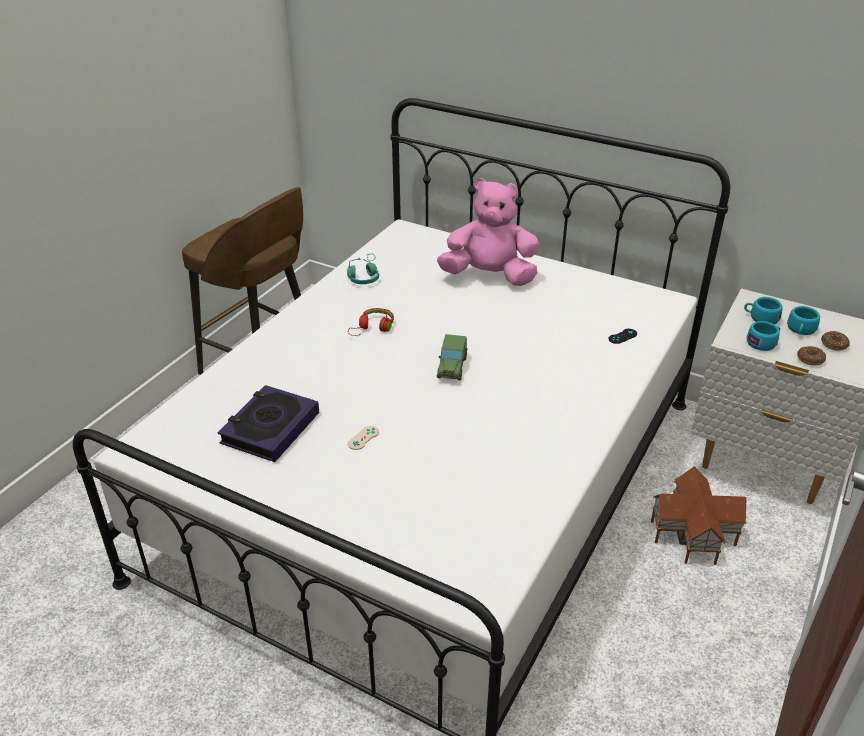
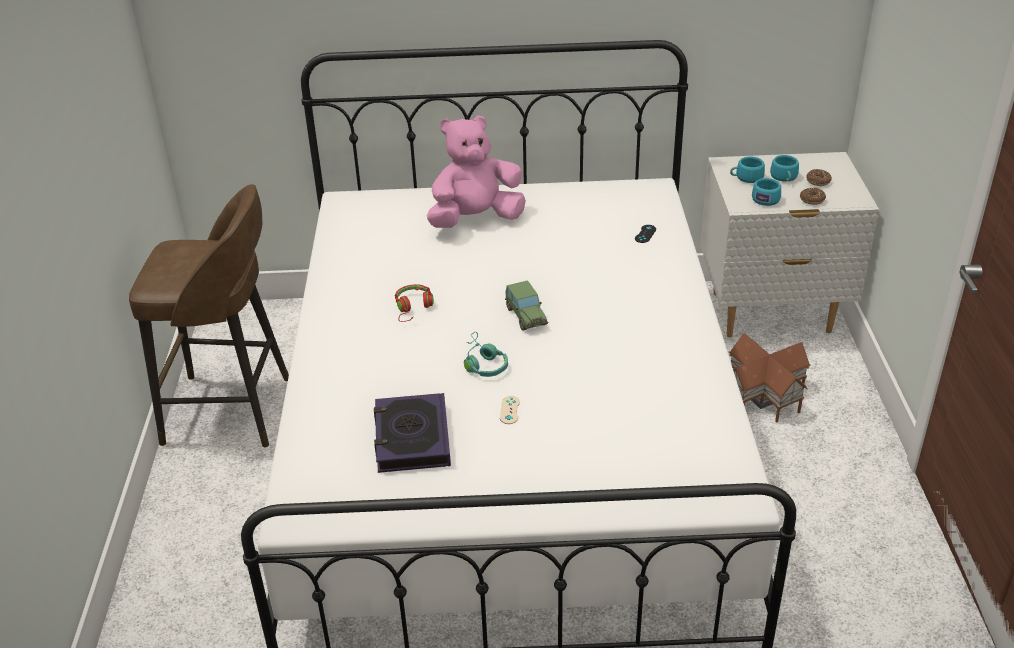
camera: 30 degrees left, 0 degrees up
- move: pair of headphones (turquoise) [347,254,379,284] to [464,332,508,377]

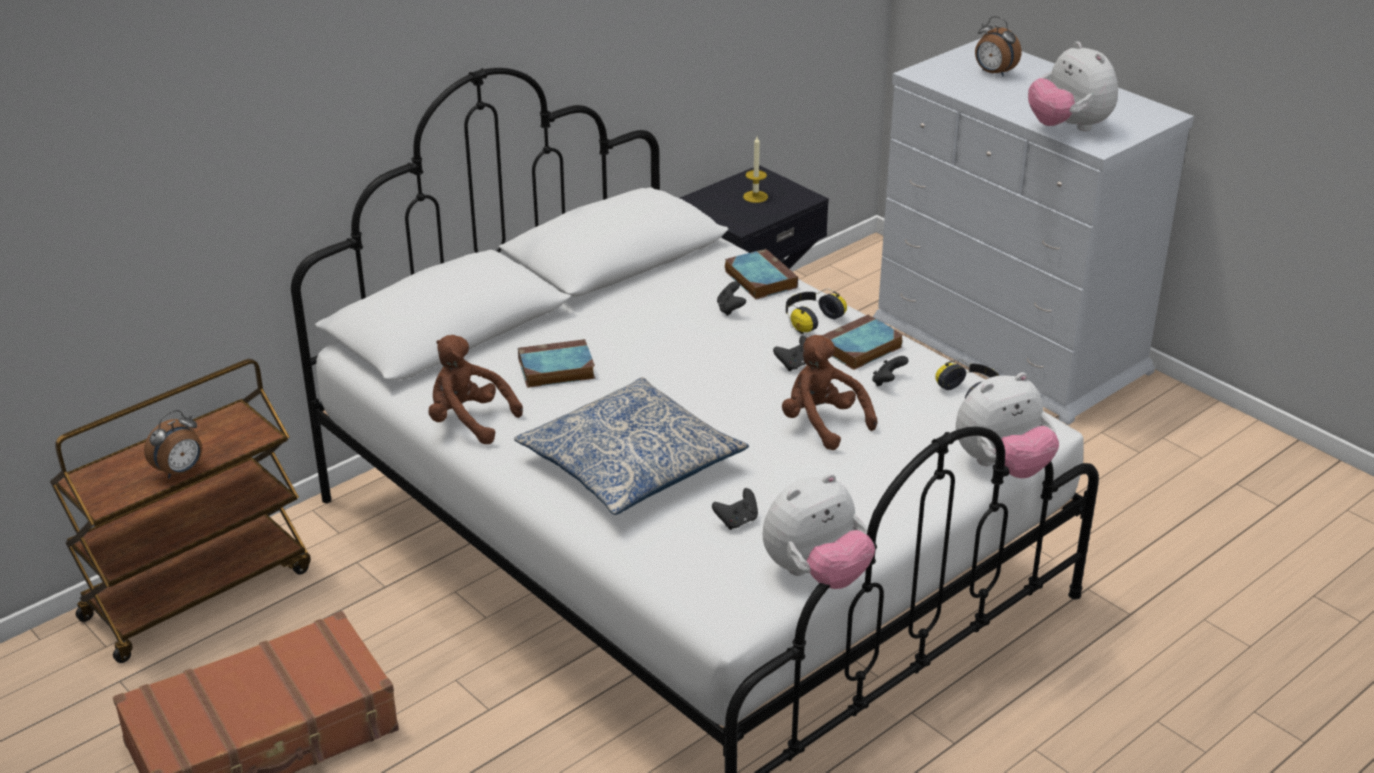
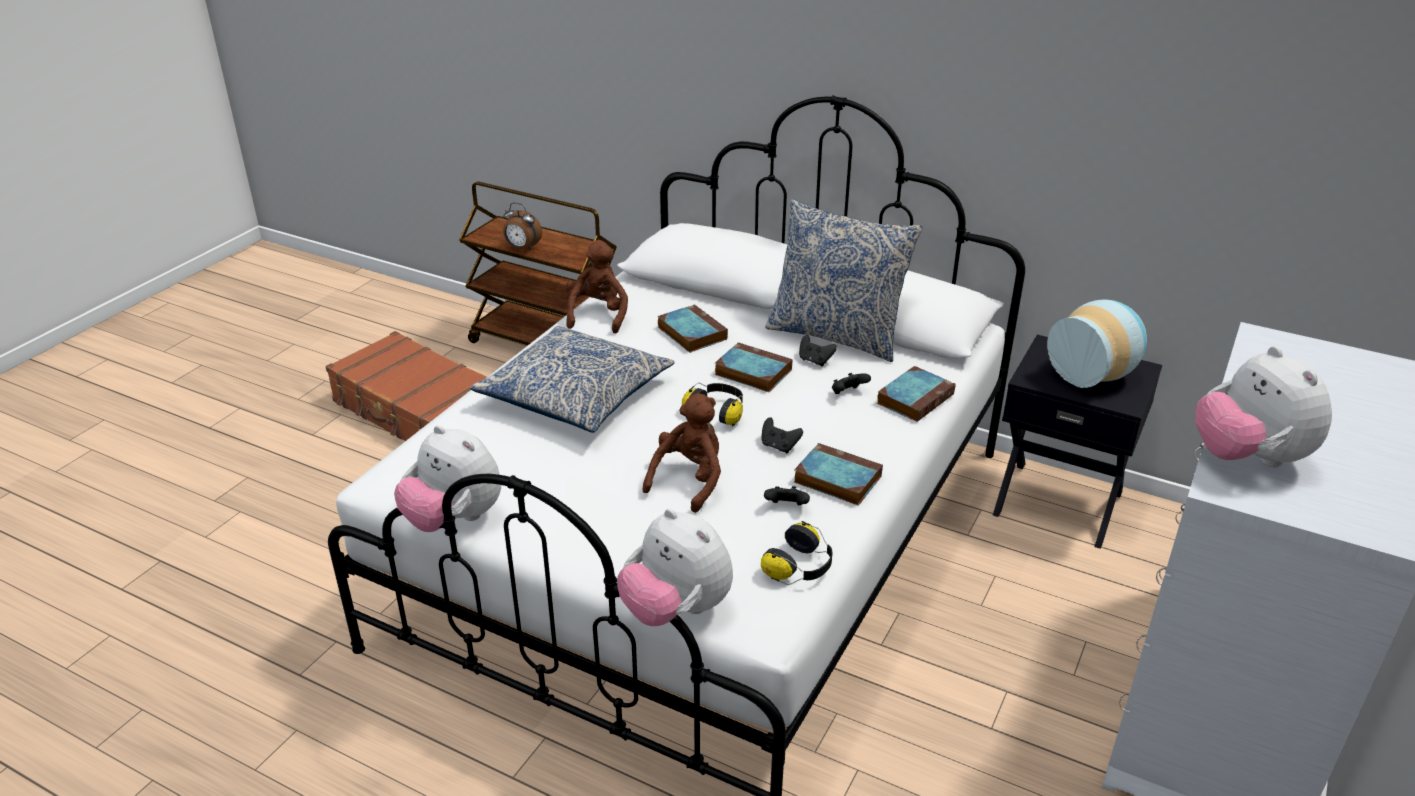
camera: 70 degrees right, 0 degrees up
- move: game controller (black-coloured) [712,488,758,530] to [799,335,837,366]
- replace: wax candle [743,137,768,203] to decorative vase [1047,300,1147,388]
- move: pair of headphones [786,288,847,334] to [682,382,743,426]
- delete: table clock [975,16,1021,77]
- rotate: cuddly toy [1028,41,1118,131] = [1195,346,1332,467] 60 degrees counterclockwise
- insert: bound book [714,343,792,392]
- insert: cushion [765,199,923,362]

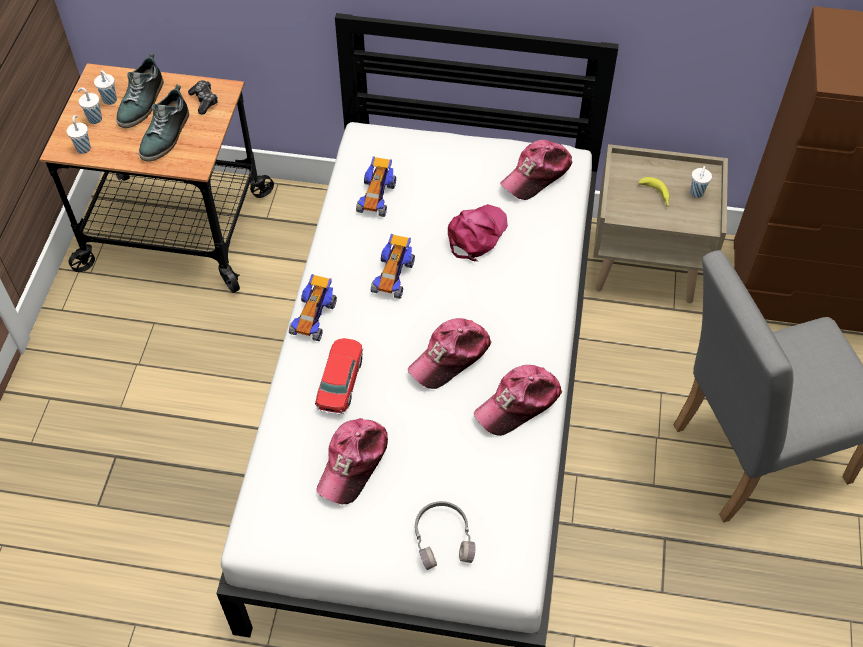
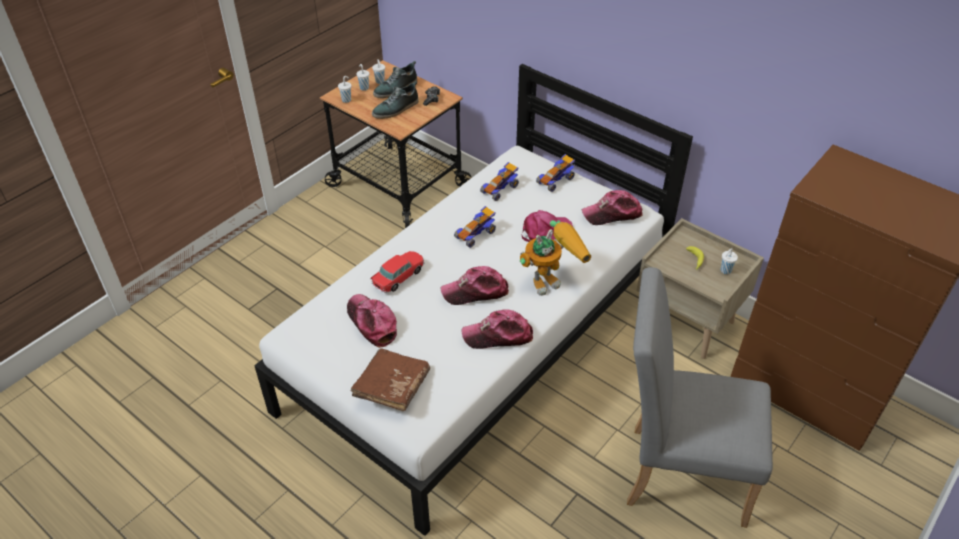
camera: 30 degrees right, 10 degrees down
- move: miniature car [289,274,337,341] to [536,154,575,192]
- rotate: cap [317,418,388,505] = [347,294,397,348] 90 degrees clockwise
- replace: pair of headphones (greyish) [415,501,475,570] to bound book (brown-coloured) [351,348,430,411]
- insert: toy robot [520,220,591,296]

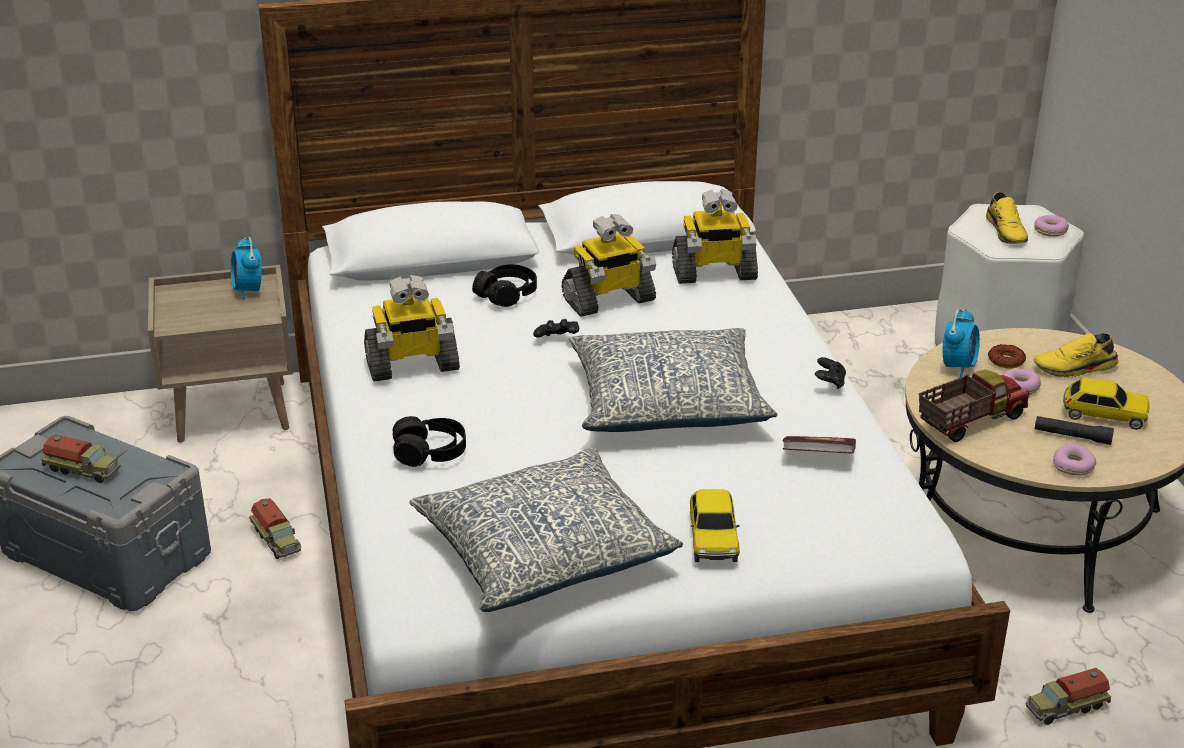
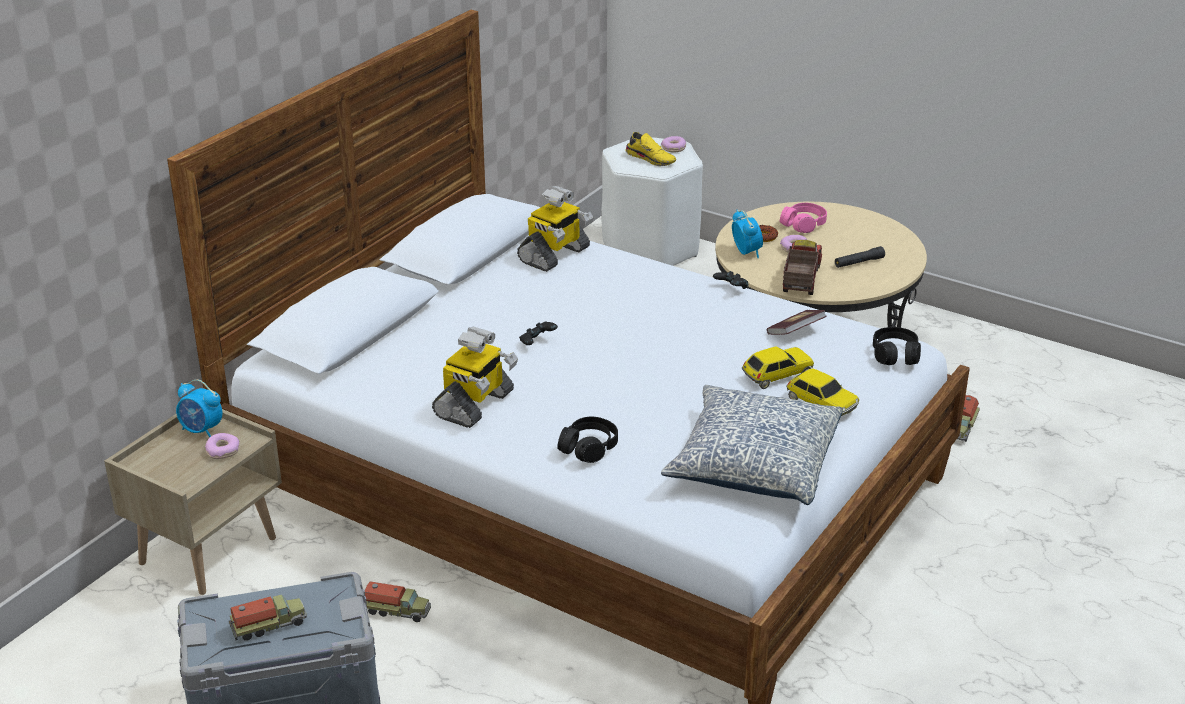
camera: 45 degrees left, 0 degrees up
- move: pair of headphones (black-coloured) [472,264,537,307] to [873,327,921,365]
- delete: toy robot [562,214,656,317]
- delete: cushion [569,328,777,432]
- replace: item of footwear (yellow-coloured) [1034,333,1119,378] to pair of headphones (pink) [780,203,827,233]
- move: doughnut [1053,444,1096,476] to [205,433,240,459]
- move: miniature car [1063,378,1150,430] to [742,346,814,389]

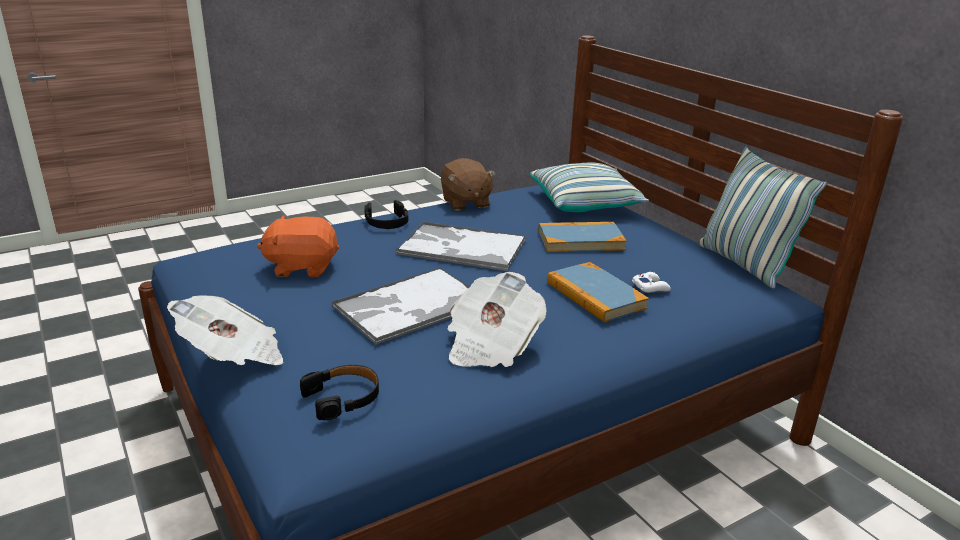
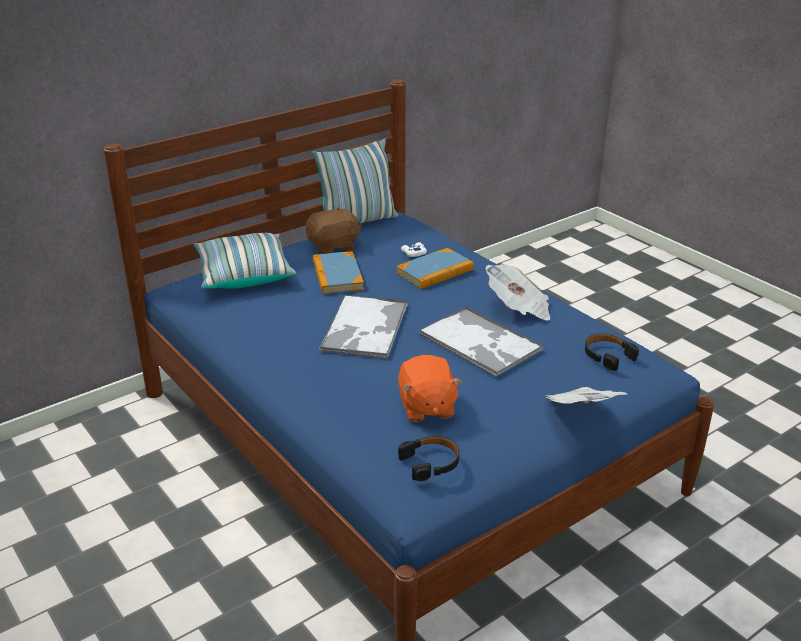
camera: 95 degrees left, 5 degrees up
- move: pair of headphones (black-coloured) [364,200,408,229] to [398,436,459,481]
- move: cuddly toy (brown-coloured) [441,158,496,211] to [305,206,362,254]

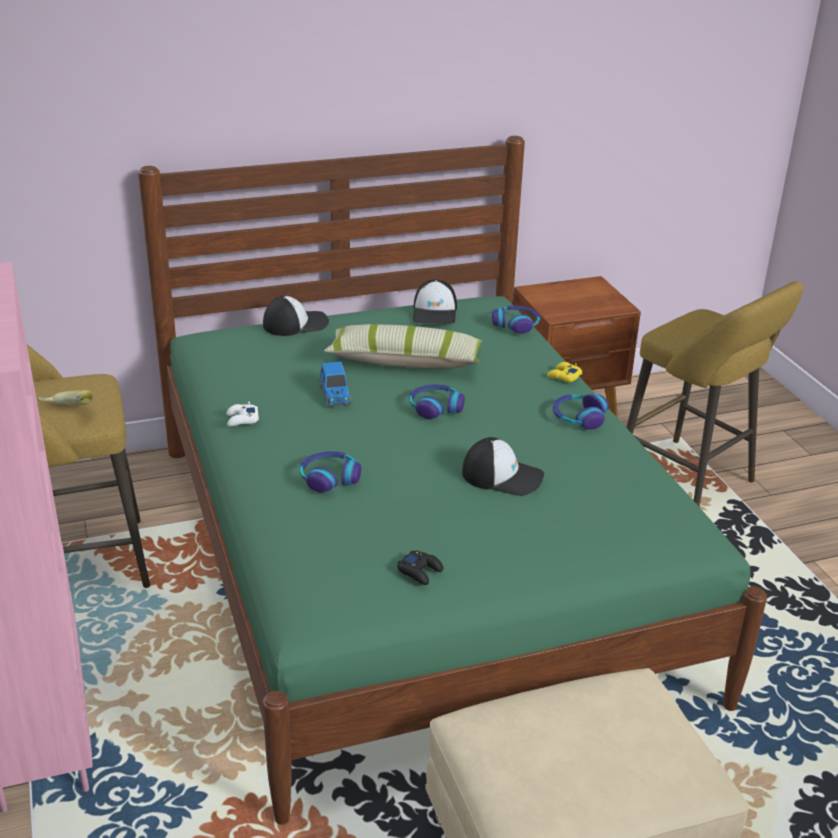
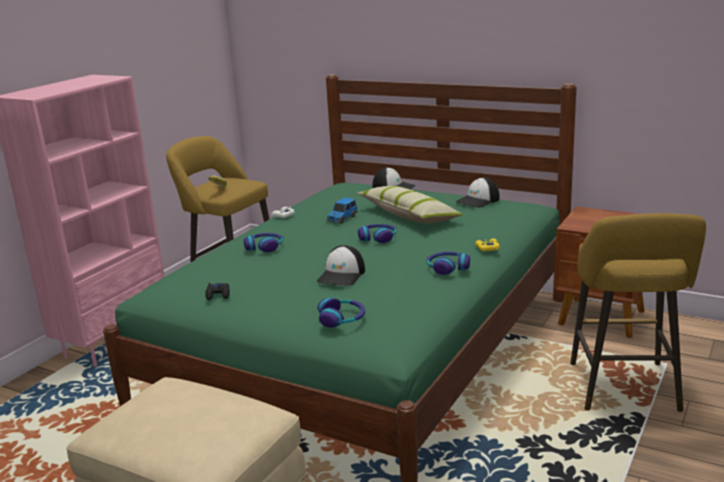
camera: 50 degrees right, 10 degrees down
- rotate: cap [462,437,544,496] = [317,245,365,286] 45 degrees clockwise
- move: pair of headphones [492,305,541,334] to [317,298,365,328]

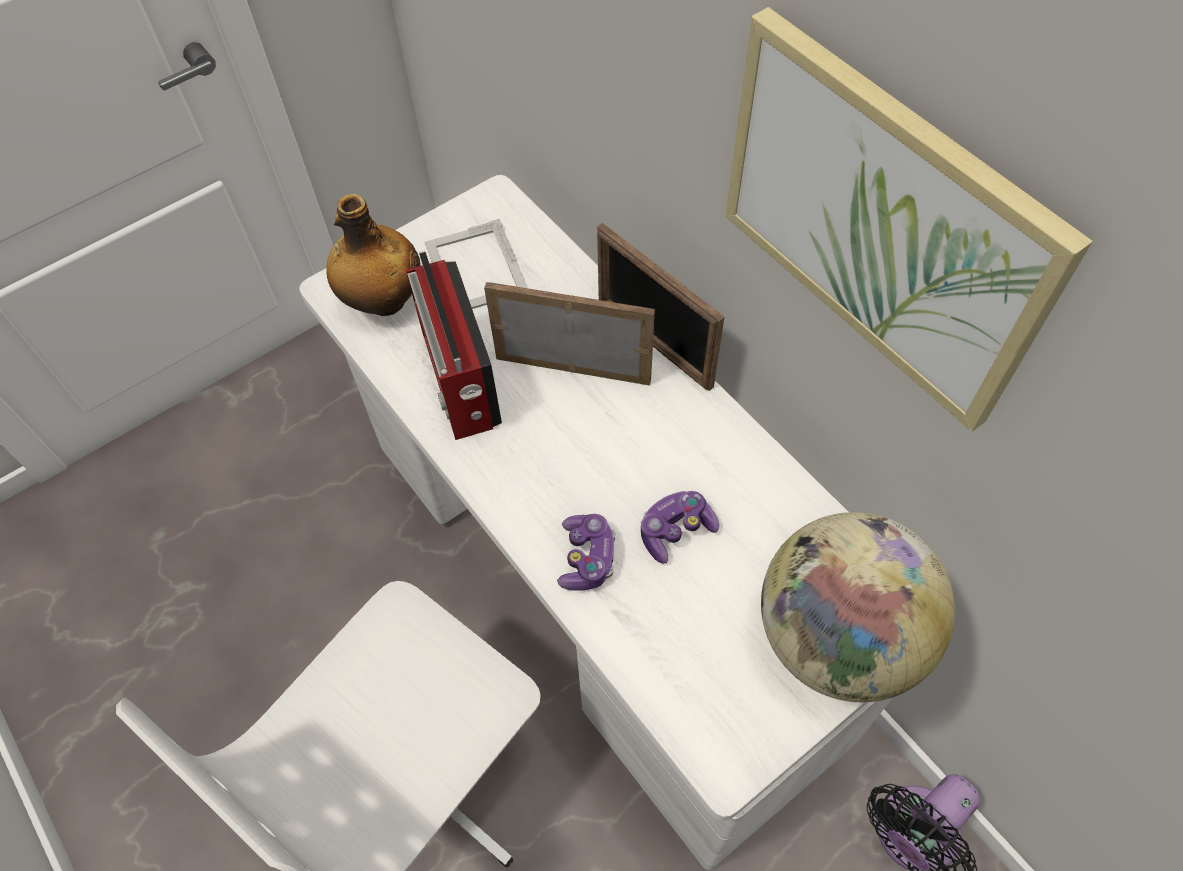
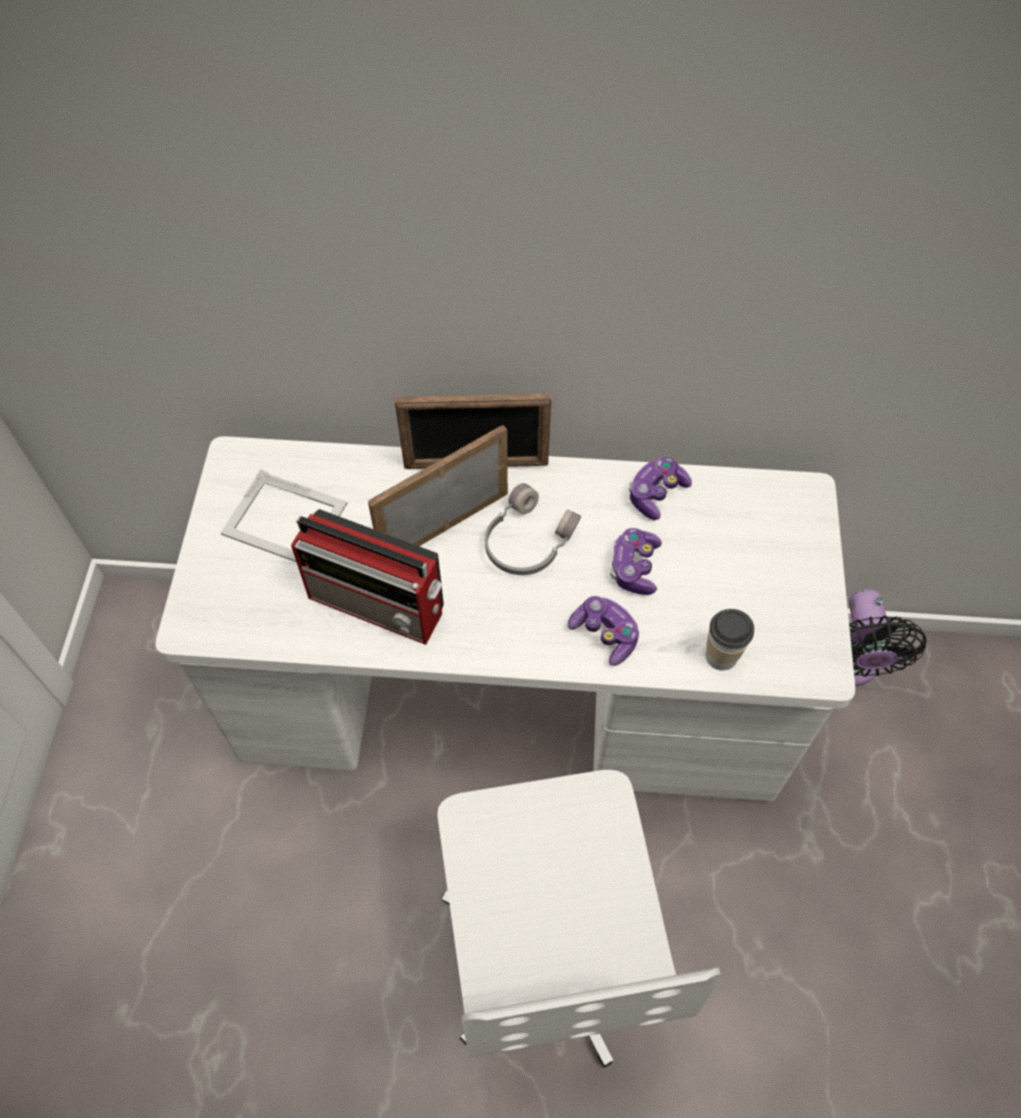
camera: 50 degrees left, 0 degrees up
- delete: bottle [326,194,421,316]
- delete: picture [725,7,1093,432]
- delete: globe [761,512,955,702]
- insert: pair of headphones (greyish) [485,483,581,575]
- insert: game controller [629,457,692,520]
- insert: small cup [705,609,754,670]

